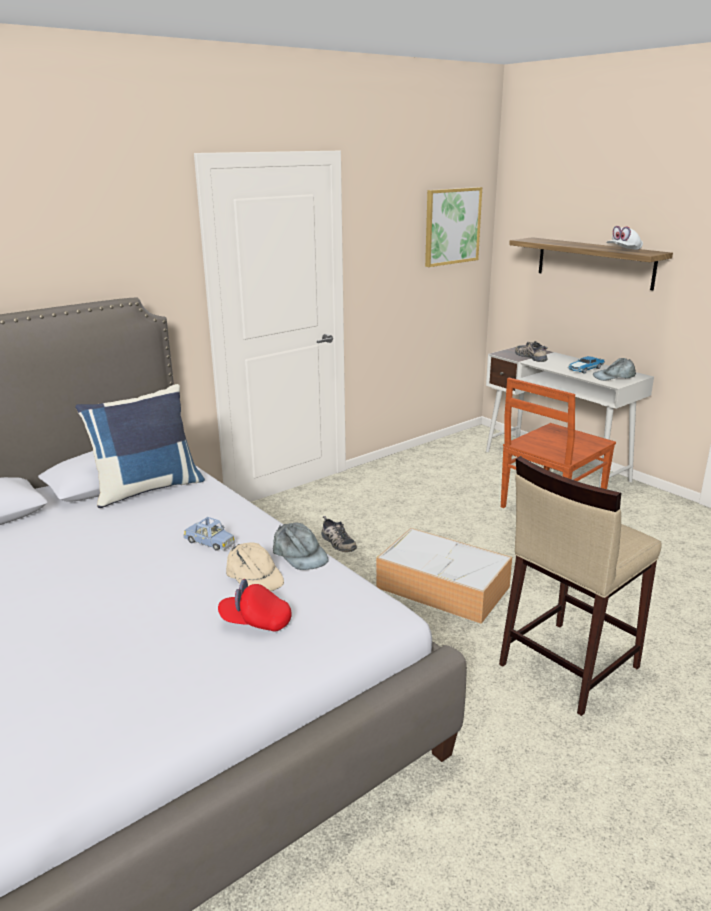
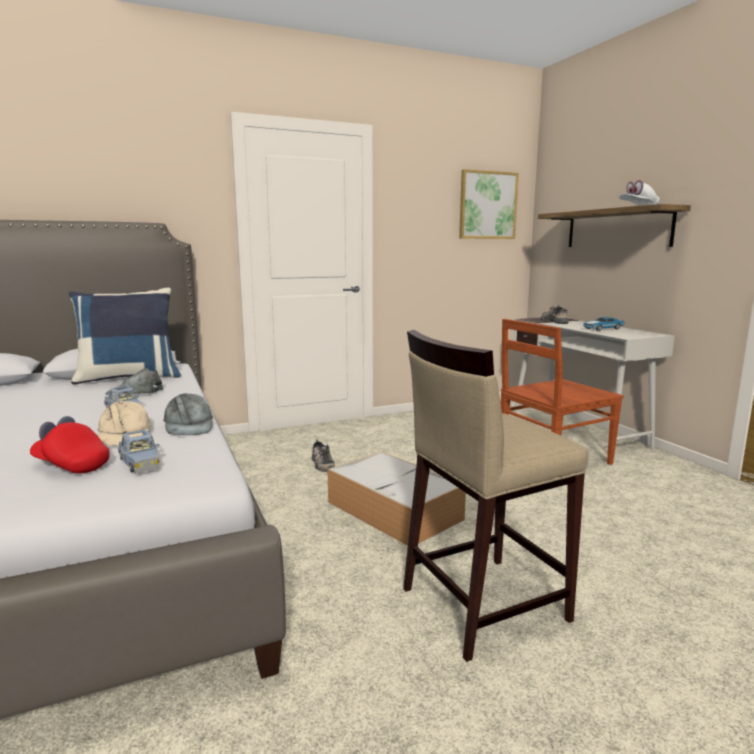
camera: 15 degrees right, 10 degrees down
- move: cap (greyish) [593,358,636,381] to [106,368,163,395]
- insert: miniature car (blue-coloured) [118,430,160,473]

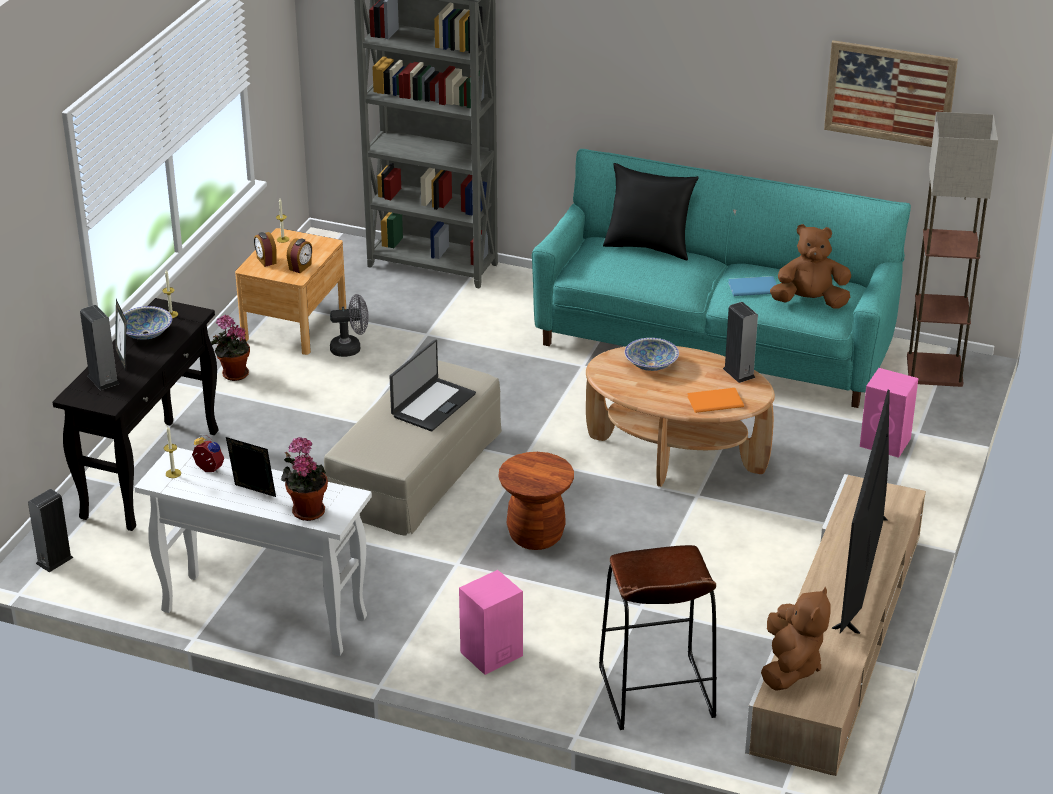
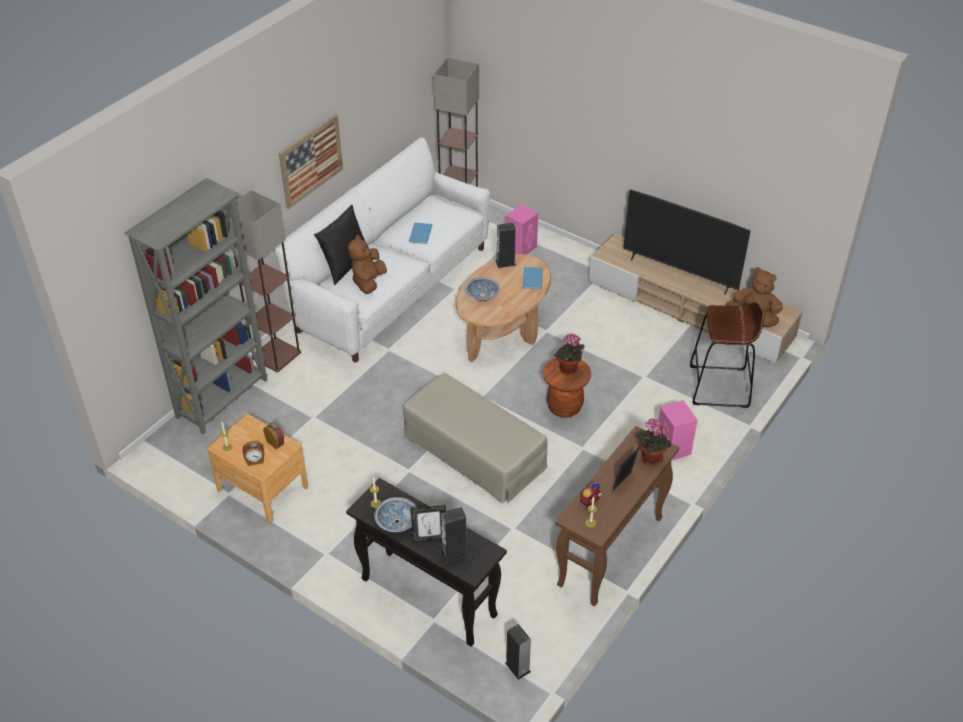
camera: 75 degrees left, 10 degrees up
- recolor: narrow table (white-coloured) [134,447,372,656] to narrow table (brown-coloured) [555,426,679,606]
- move: plant in a pot [211,315,250,381] to [554,333,585,375]
- delete: cooling fan (greyish) [330,294,369,357]
- delete: notebook computer [389,339,476,431]
- recolor: couch (turquoise) [532,149,911,408] to couch (white-coloured) [274,137,490,363]
- recolor: bound book (orange-coloured) [687,388,744,413] to bound book (blue-coloured) [523,267,543,289]
- move: cuddly toy (brown-coloured) [770,224,851,309] to [348,235,387,294]
- move: picture [824,40,958,147] to [279,114,343,209]
- insert: standing lamp [223,190,301,372]

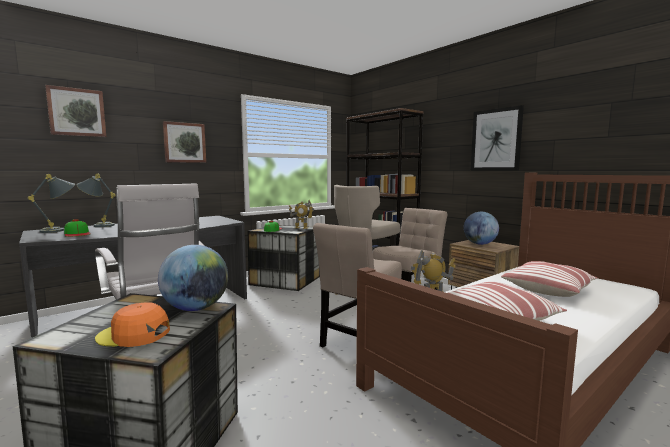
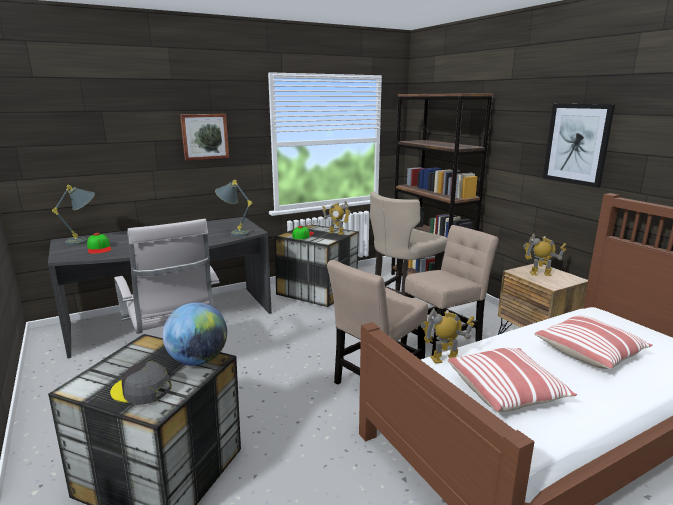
camera: 10 degrees right, 10 degrees up
- delete: picture [45,85,106,137]
- move: lamp for a table (greyish) [77,174,116,227] to [215,180,252,237]
- recolor: cap (orange-coloured) [95,302,170,347] to cap (greyish) [110,362,172,405]
- replace: globe [464,212,499,245] to toy robot [523,233,566,276]

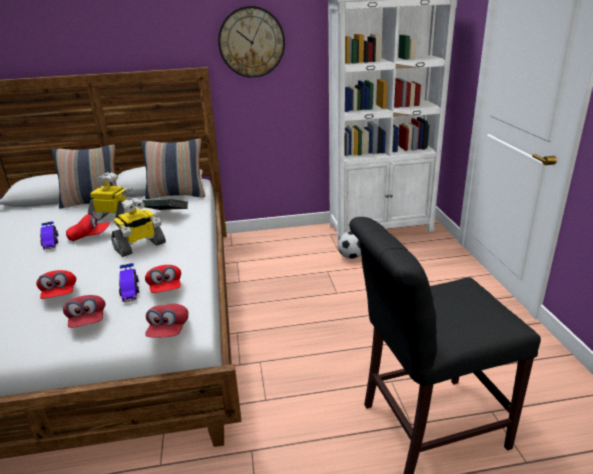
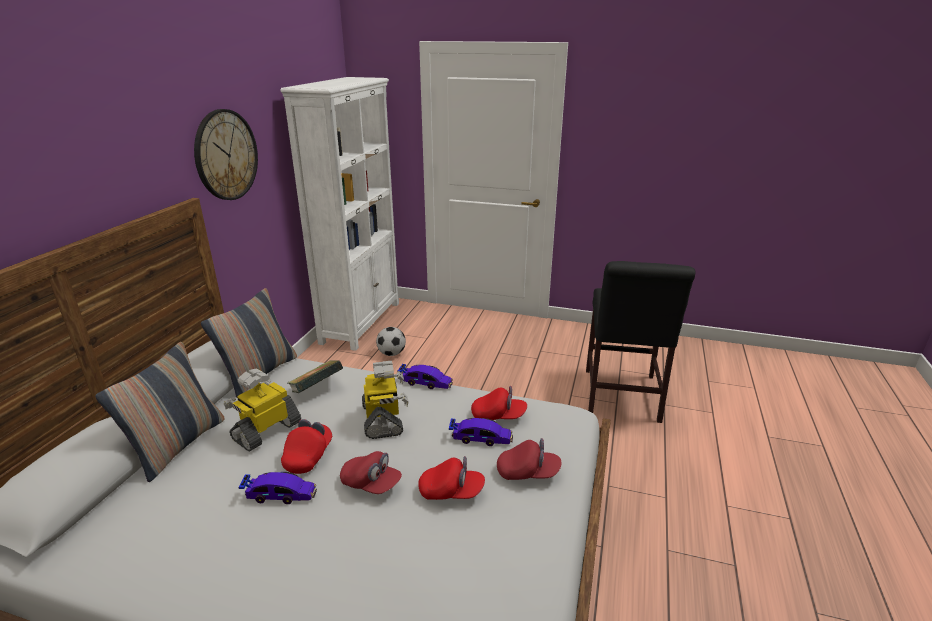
camera: 65 degrees left, 0 degrees up
- move: cap (red) [145,304,189,337] to [340,451,402,494]
- insert: miniature car [398,364,453,389]

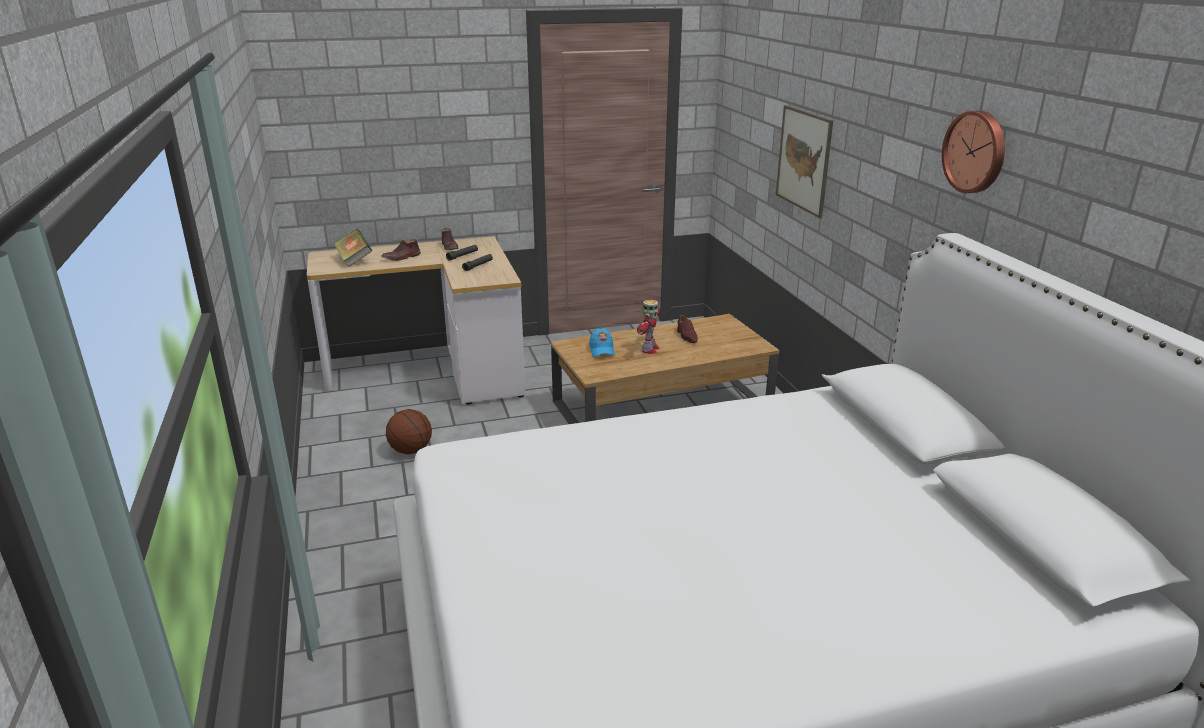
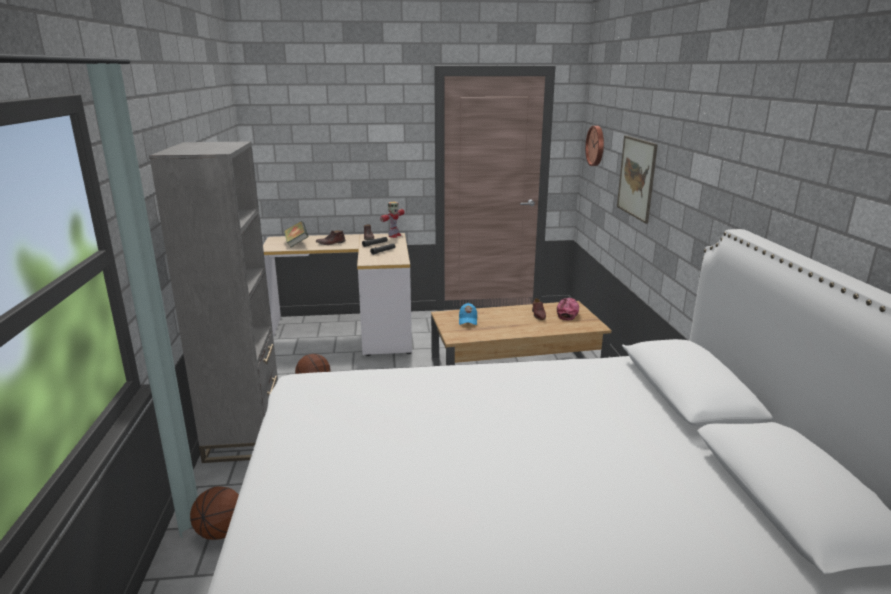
camera: 10 degrees right, 5 degrees down
- move: toy robot [637,300,660,354] to [380,202,405,238]
- move: hanging clock [942,111,1005,193] to [585,126,604,166]
- insert: bookcase (greyish) [149,141,278,463]
- insert: basketball [190,486,239,540]
- insert: cap [557,298,579,320]

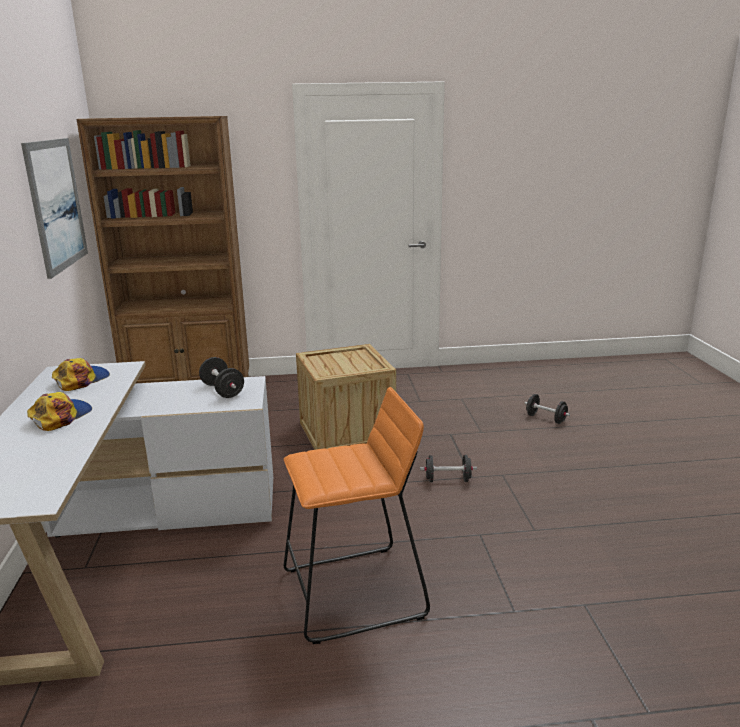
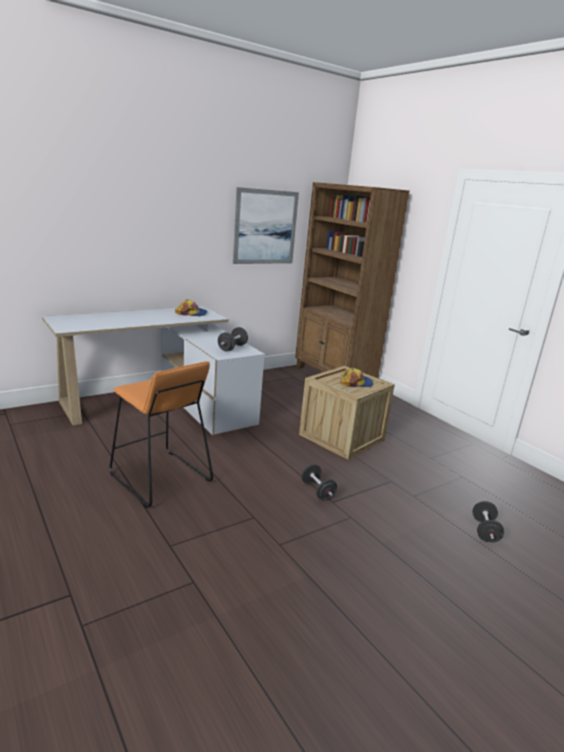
camera: 60 degrees right, 0 degrees up
- move: cap [27,392,92,431] to [340,368,373,387]

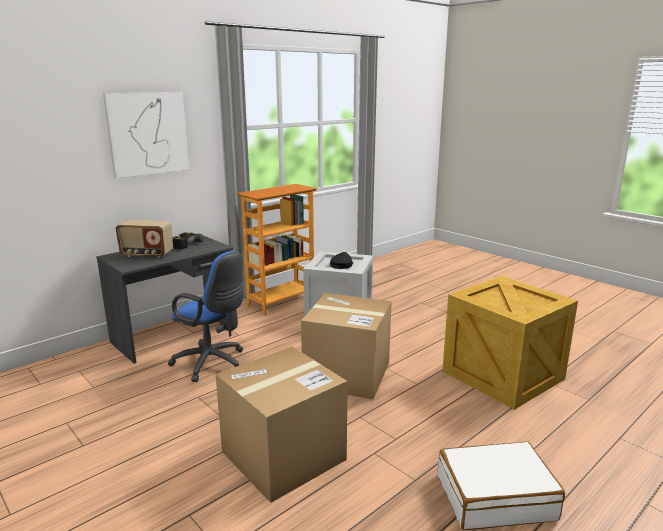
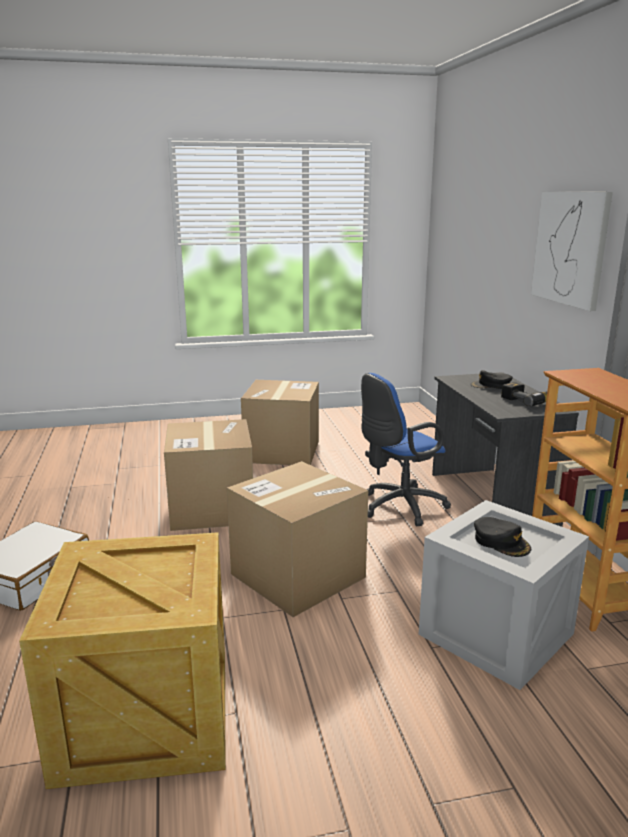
camera: 120 degrees right, 0 degrees up
- replace: radio receiver [115,220,173,258] to cap (black-coloured) [470,370,513,389]
- insert: packing box [241,380,319,465]

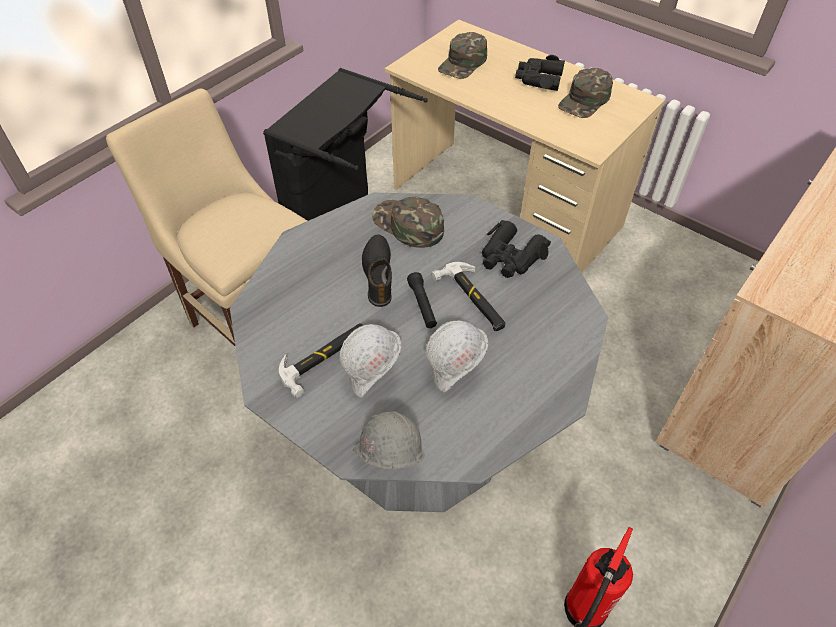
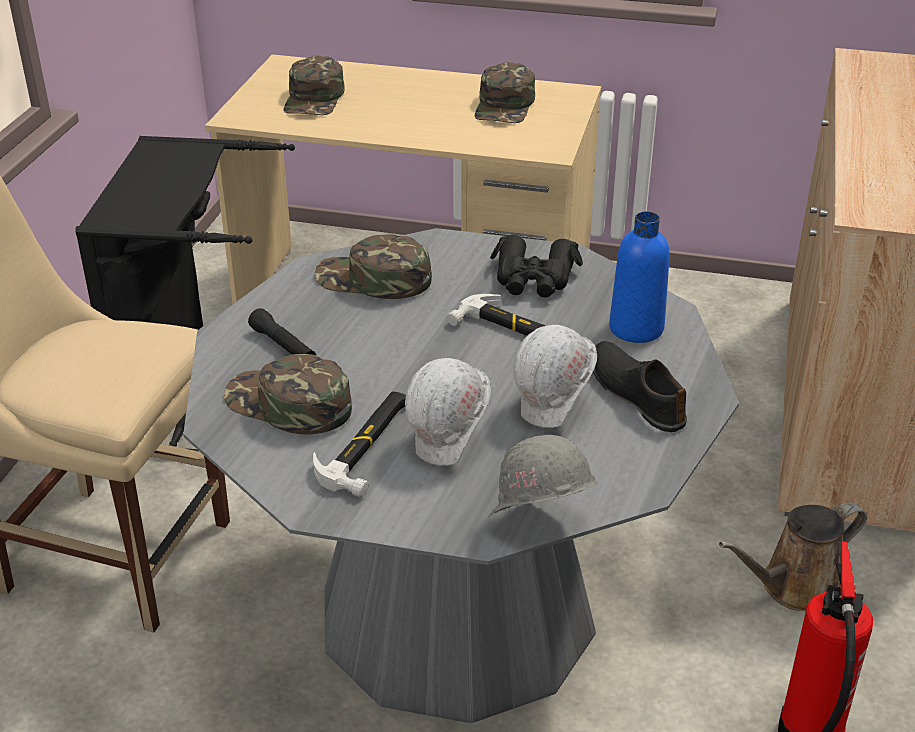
camera: 25 degrees left, 15 degrees down
- move: item of footwear (black-coloured) [362,234,392,307] to [593,341,687,432]
- move: torch (black-coloured) [407,272,437,328] to [248,308,316,355]
- delete: binoculars (black-coloured) [515,55,565,91]
- insert: cap (green-coloured) [224,354,352,434]
- insert: bottle (blue-coloured) [609,211,670,343]
- insert: watering can (brown-coloured) [719,502,867,611]

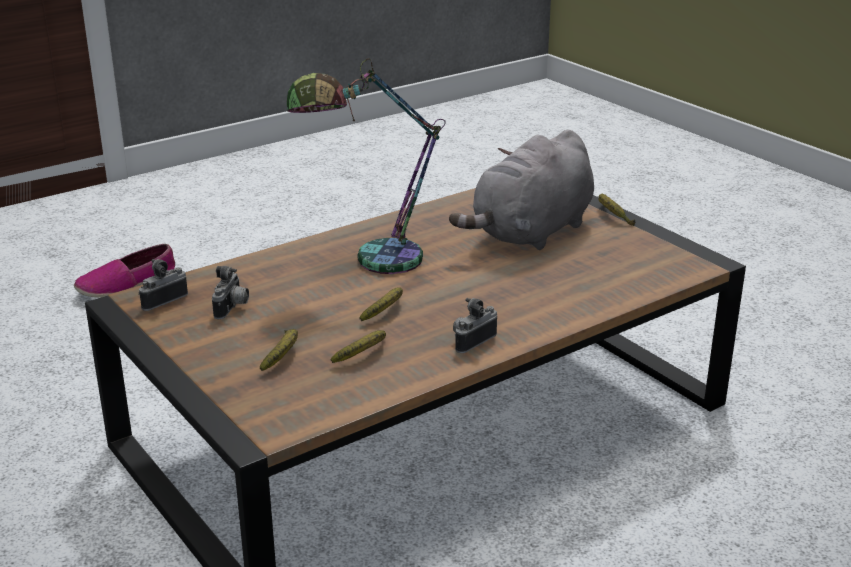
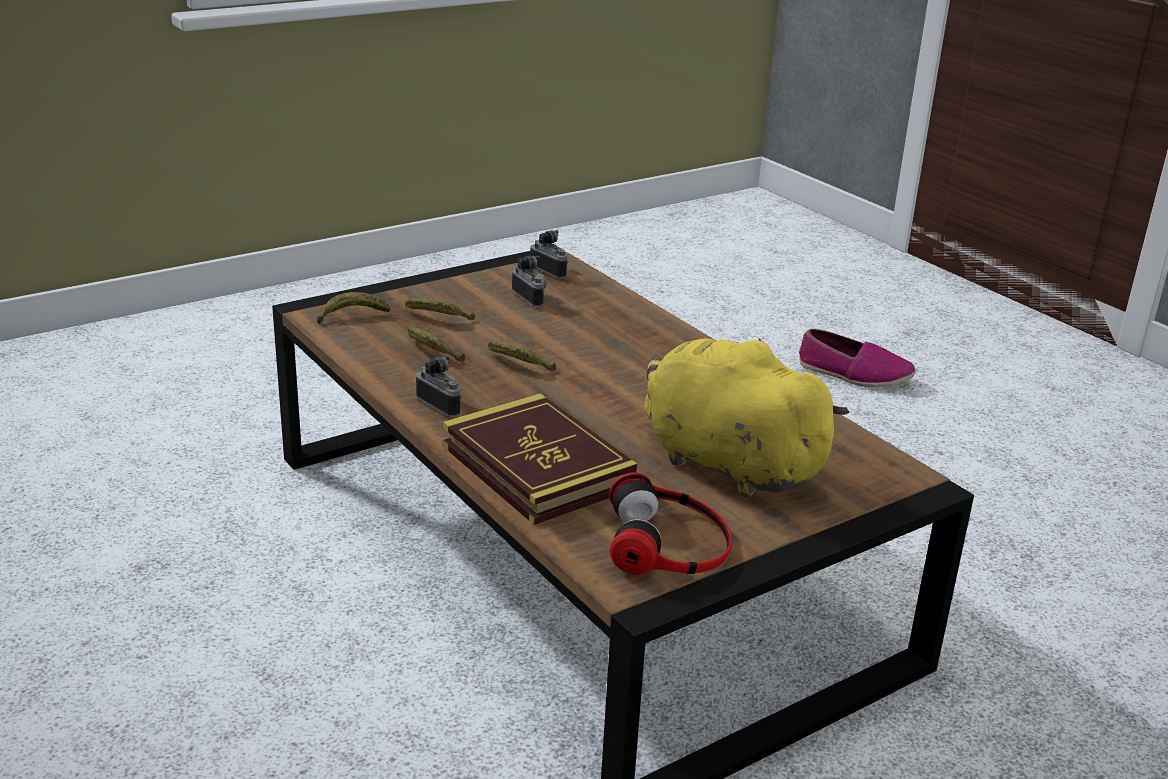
camera: 90 degrees right, 0 degrees up
- rotate: item of footwear [74,244,175,297] = [799,329,916,388] 150 degrees clockwise
- rotate: still camera [212,266,249,319] = [512,256,546,307] 135 degrees counterclockwise
- delete: lamp for a table [287,58,446,274]
- recolor: cuddly toy (greyish) [449,129,594,250] to cuddly toy (yellow-coloured) [644,338,849,497]
- move: banana [598,194,635,226] to [317,292,390,324]
- insert: bound book [443,393,637,525]
- insert: pair of headphones [609,472,732,575]

